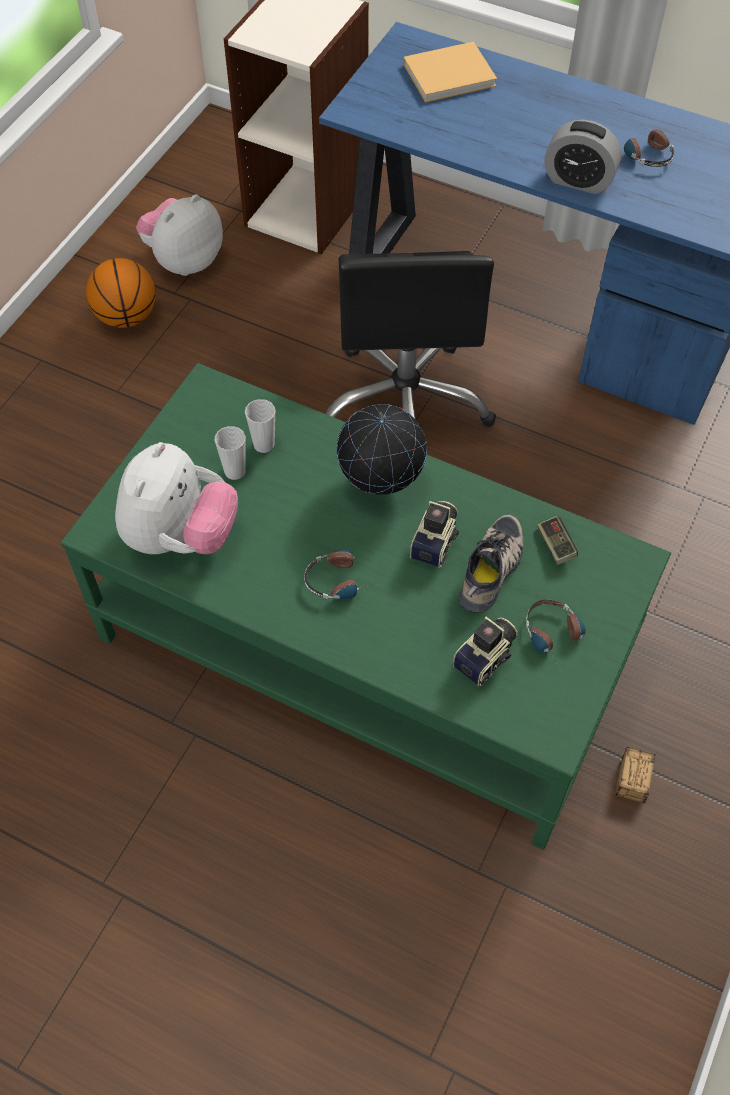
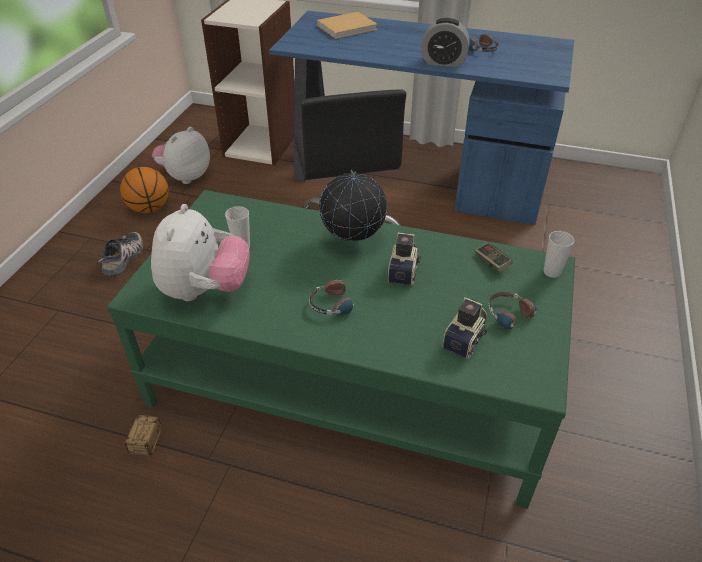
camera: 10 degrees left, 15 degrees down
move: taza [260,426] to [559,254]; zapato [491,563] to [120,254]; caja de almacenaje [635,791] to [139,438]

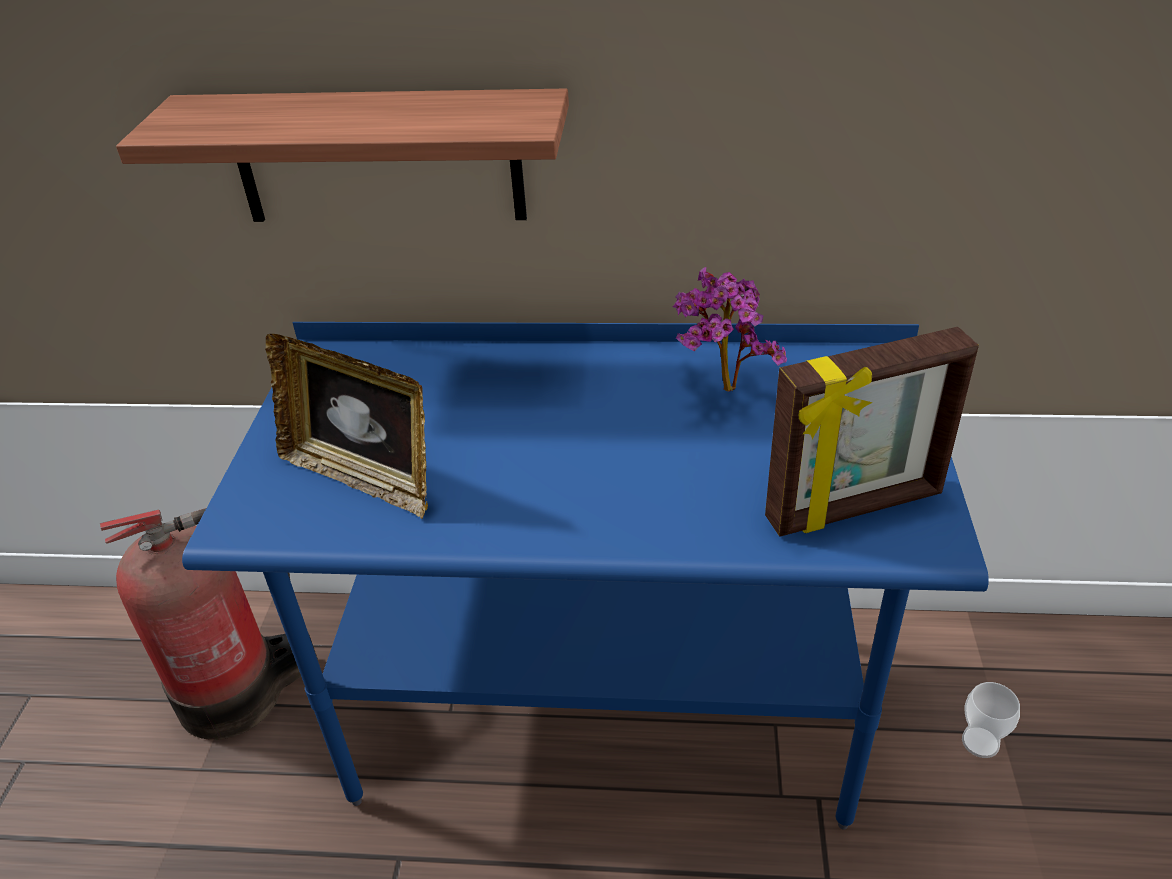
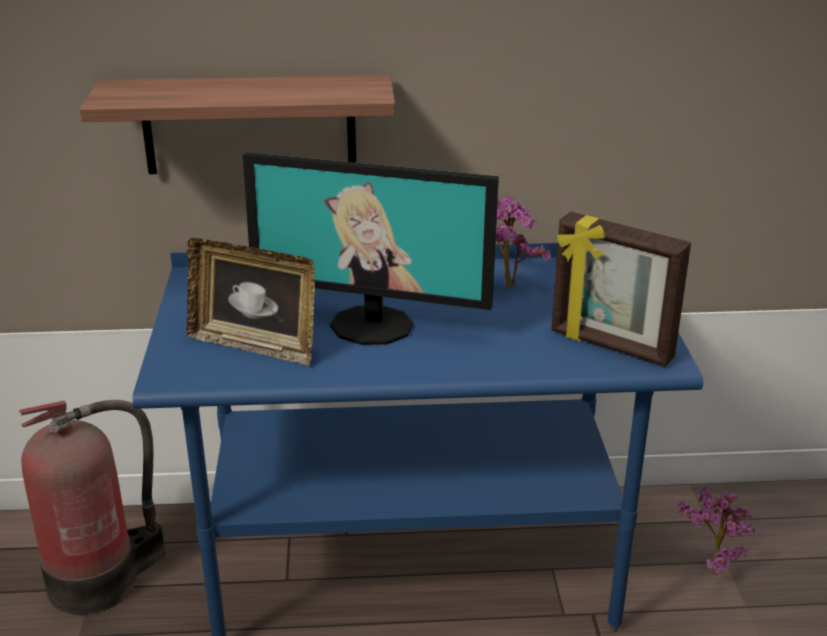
camera: 10 degrees left, 10 degrees down
insert: monitor [371,248]
replace: taza [991,720] to planta en maceta [716,531]
rotate: portarretratos [872,432] = [621,289] 60 degrees clockwise

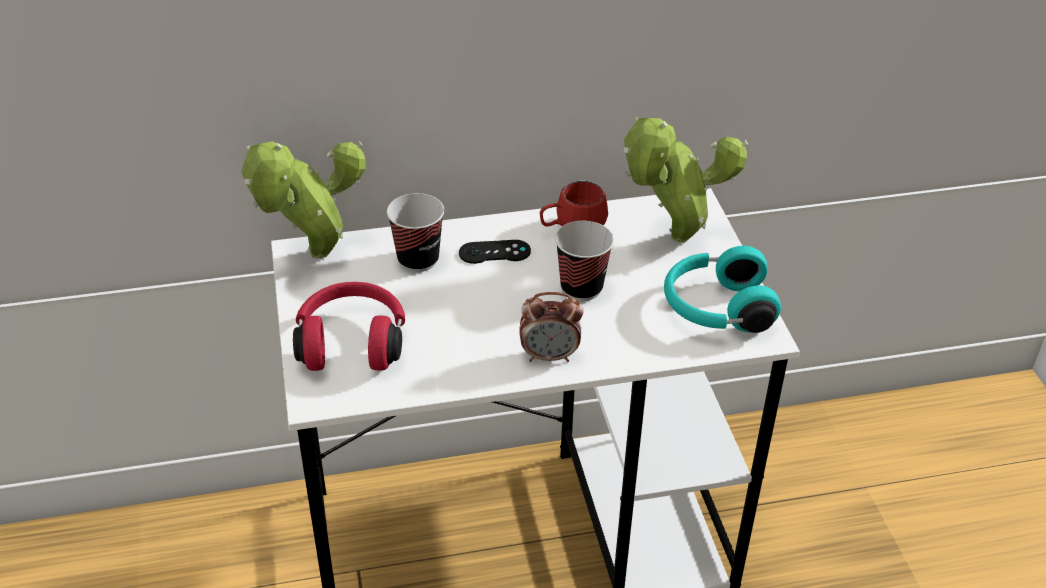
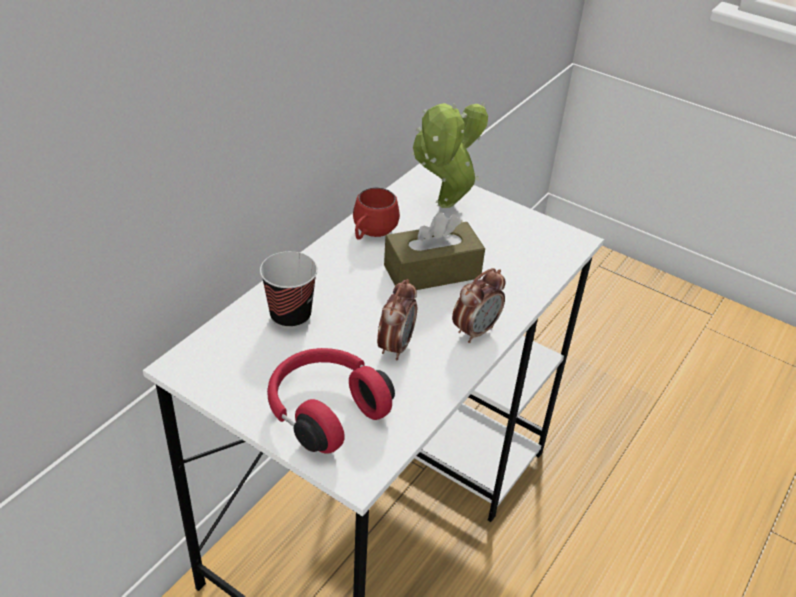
camera: 45 degrees left, 0 degrees up
delete: planta en maceta [303,200]; mando de consola/negro [495,252]; auriculares/turquesa [722,289]
insert: despertador [397,319]
replace: taza [584,261] to caja de pañuelos/marrón [434,251]

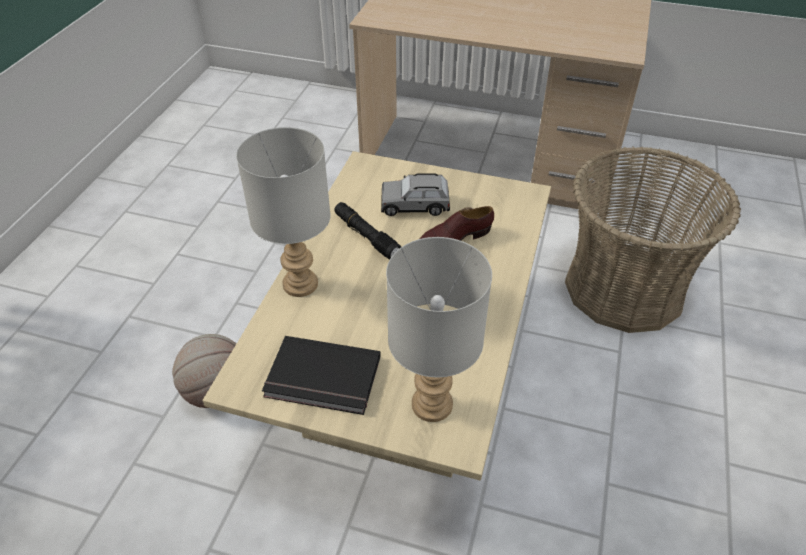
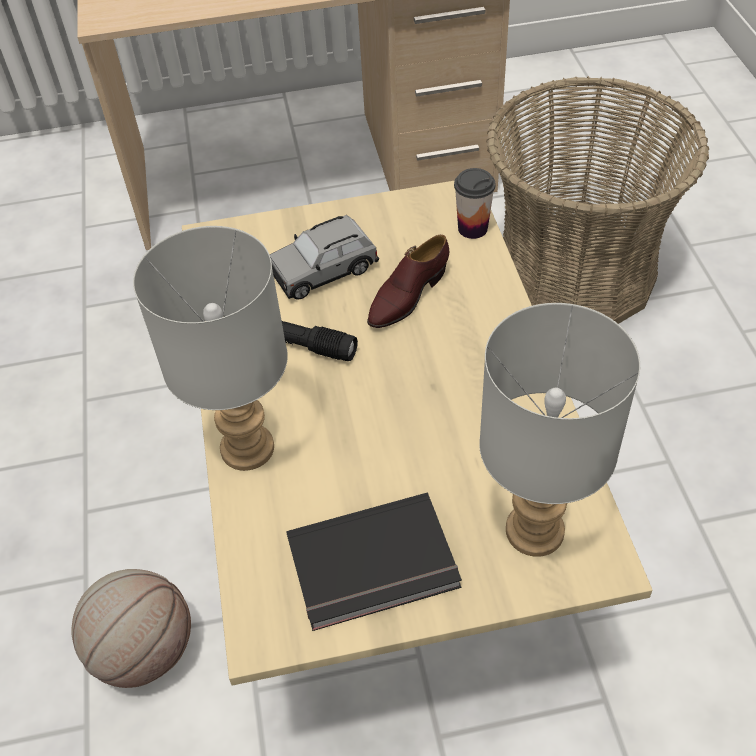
camera: 25 degrees left, 5 degrees up
insert: taza [474,203]

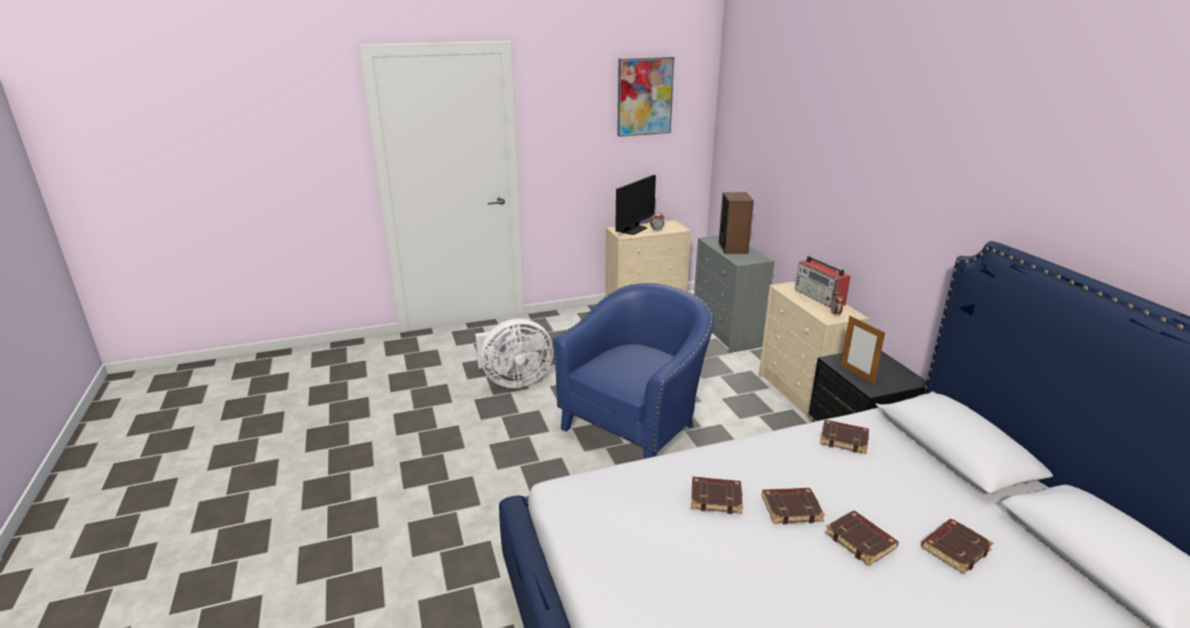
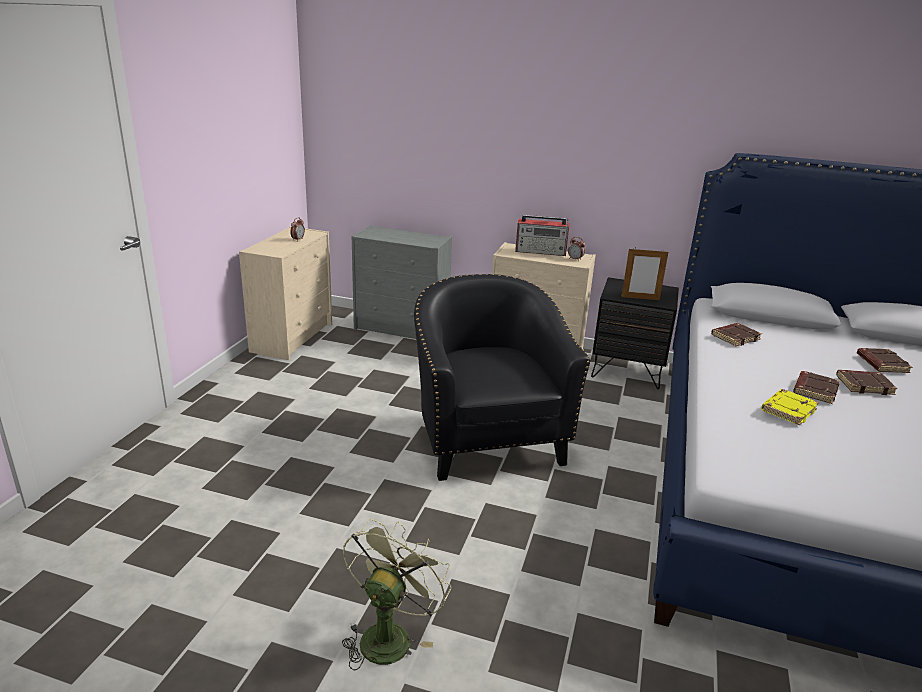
camera: 55 degrees left, 0 degrees up
delete: ventilador/blanco [514,353]; monitor [635,205]; cuadro [645,97]; altavoz [736,223]
insert: ventilador/verde [396,595]
recolor: sillón/azul [633,371] to sillón/negro [502,377]; libro/marrón [717,495] to libro/amarillo [790,407]

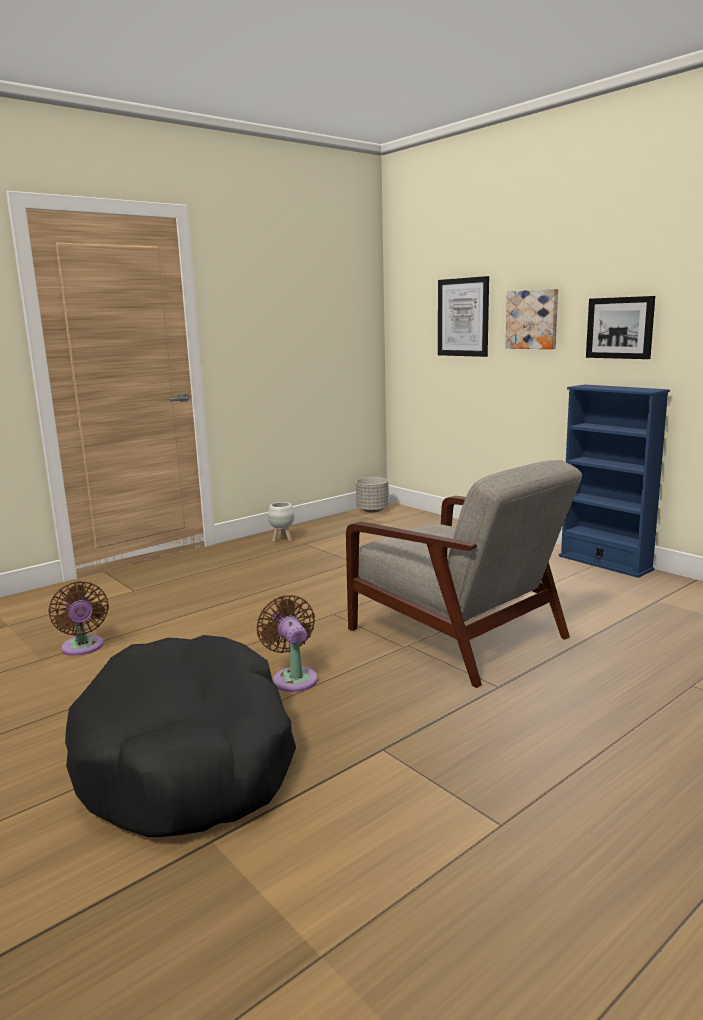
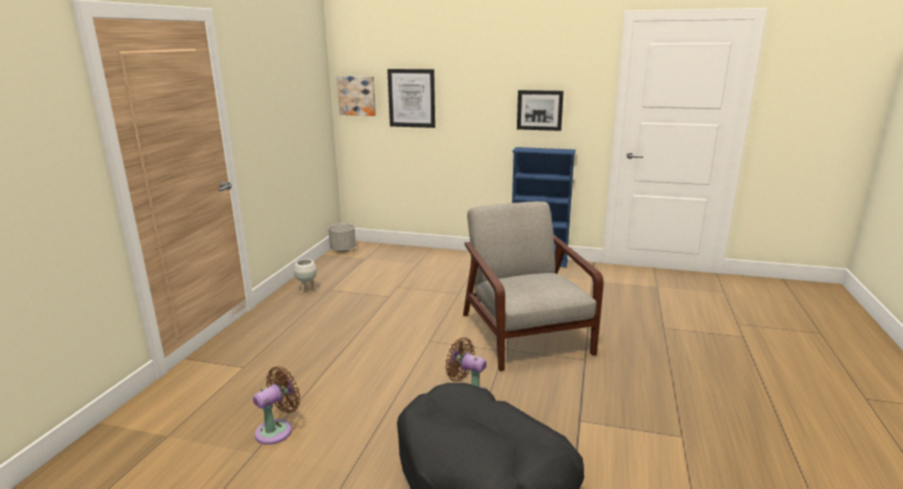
camera: 35 degrees left, 5 degrees up
move: cuadro [532,319] to [356,96]
rotate: ventilador/marrón [78,618] = [276,405] 75 degrees counterclockwise; sillón/gris [464,574] = [533,286] 120 degrees counterclockwise

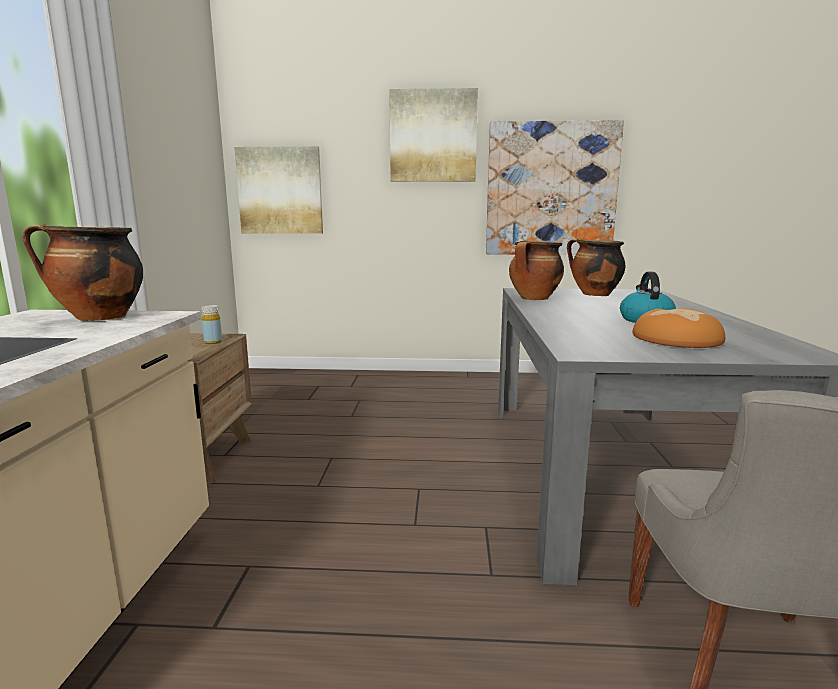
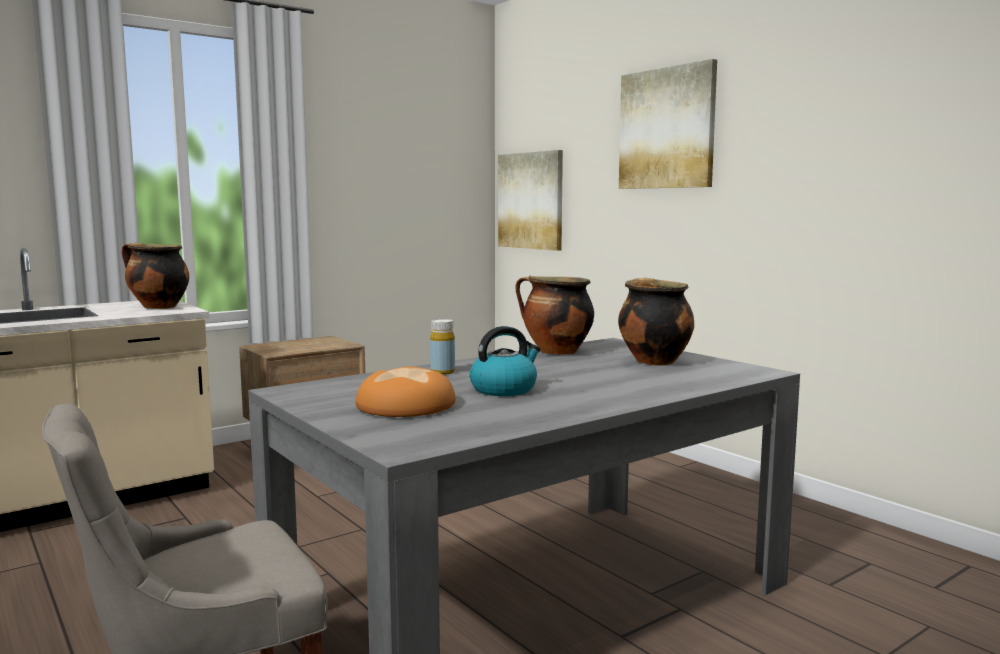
camera: 50 degrees right, 5 degrees down
delete: cuadro [555,187]
move: botella/amarillo [212,324] to [442,347]

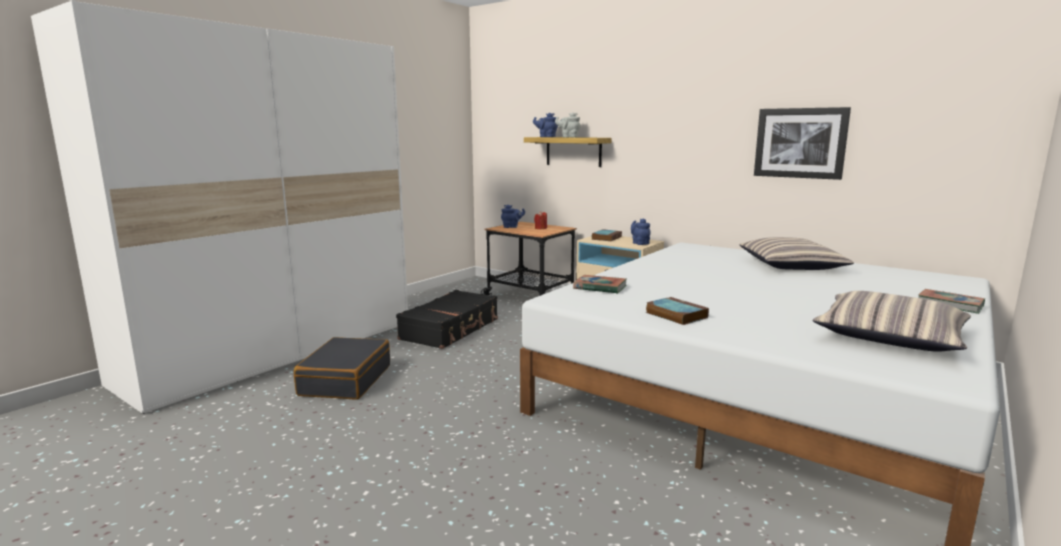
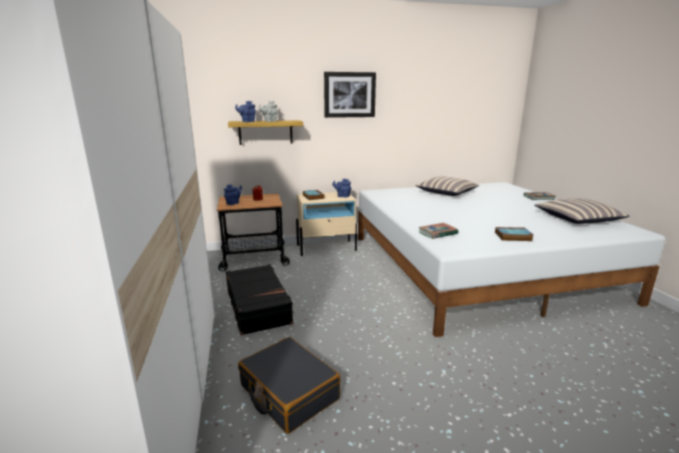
camera: 50 degrees left, 5 degrees up
move: cuadro [802,143] to [350,95]

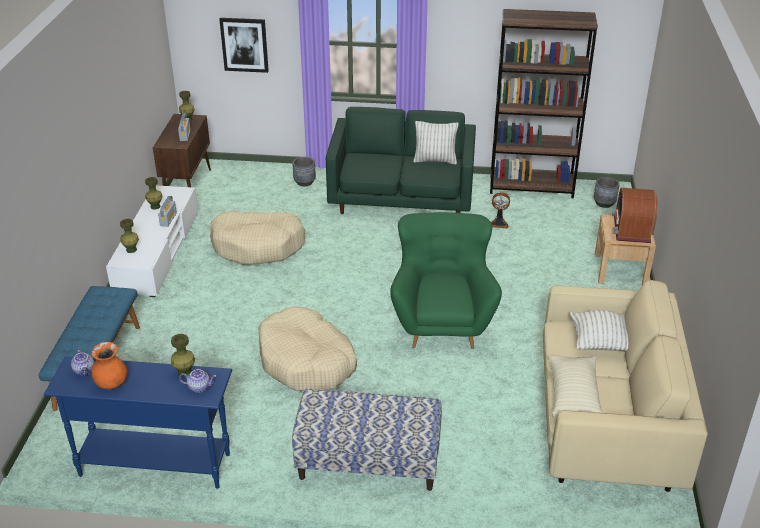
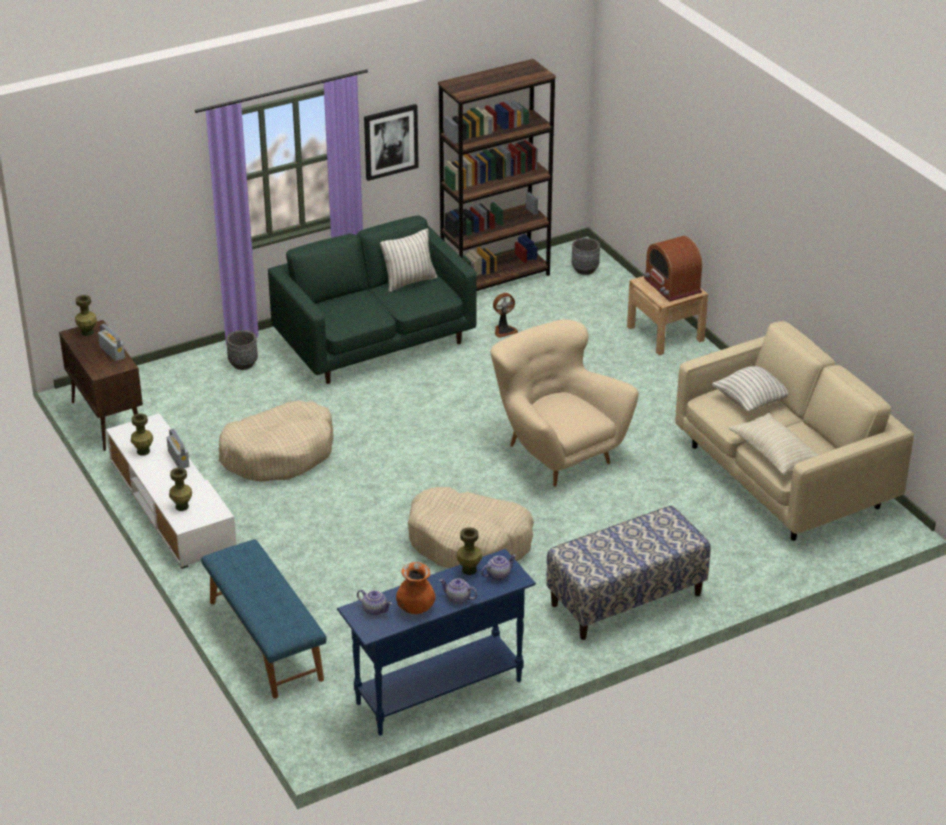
camera: 35 degrees left, 0 degrees up
insert: tetera [459,591]
move: cuadro [244,45] to [391,142]
recolor: sillón/verde [446,280] to sillón/beis [564,402]

